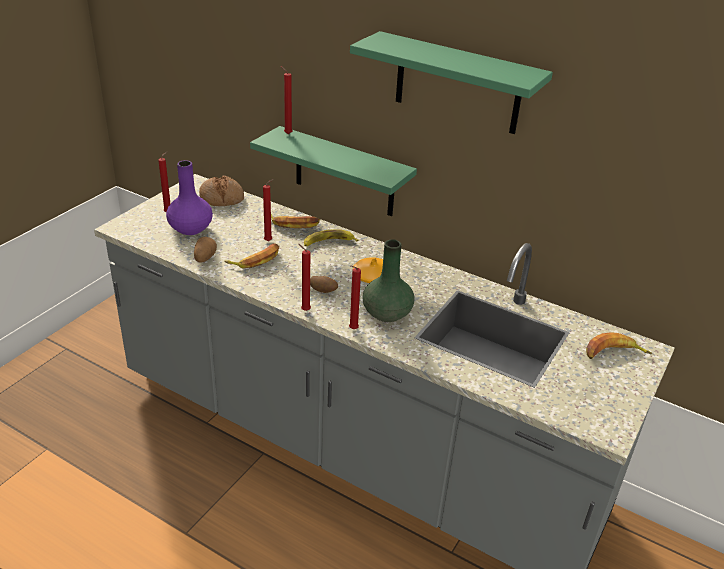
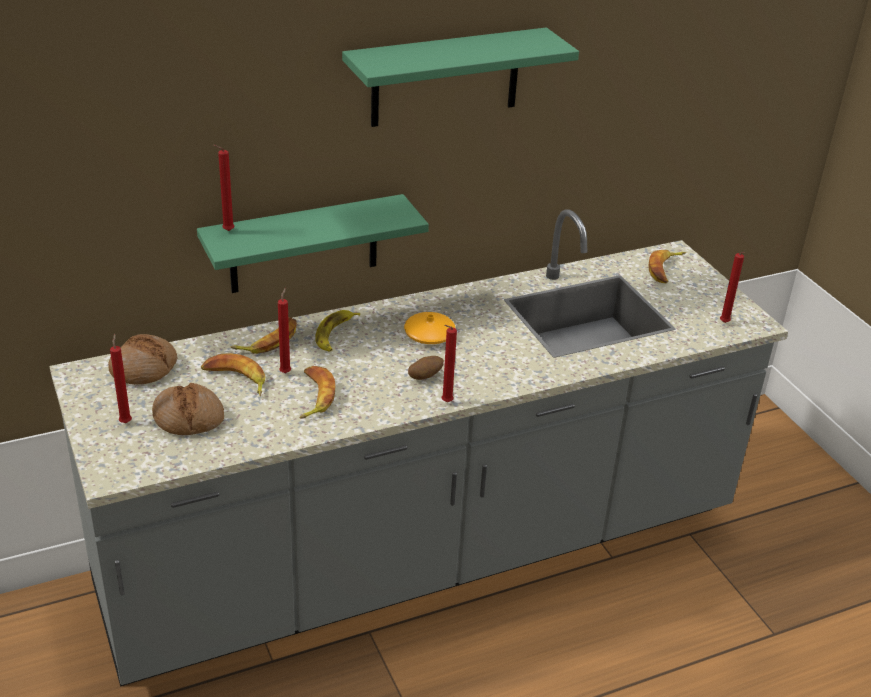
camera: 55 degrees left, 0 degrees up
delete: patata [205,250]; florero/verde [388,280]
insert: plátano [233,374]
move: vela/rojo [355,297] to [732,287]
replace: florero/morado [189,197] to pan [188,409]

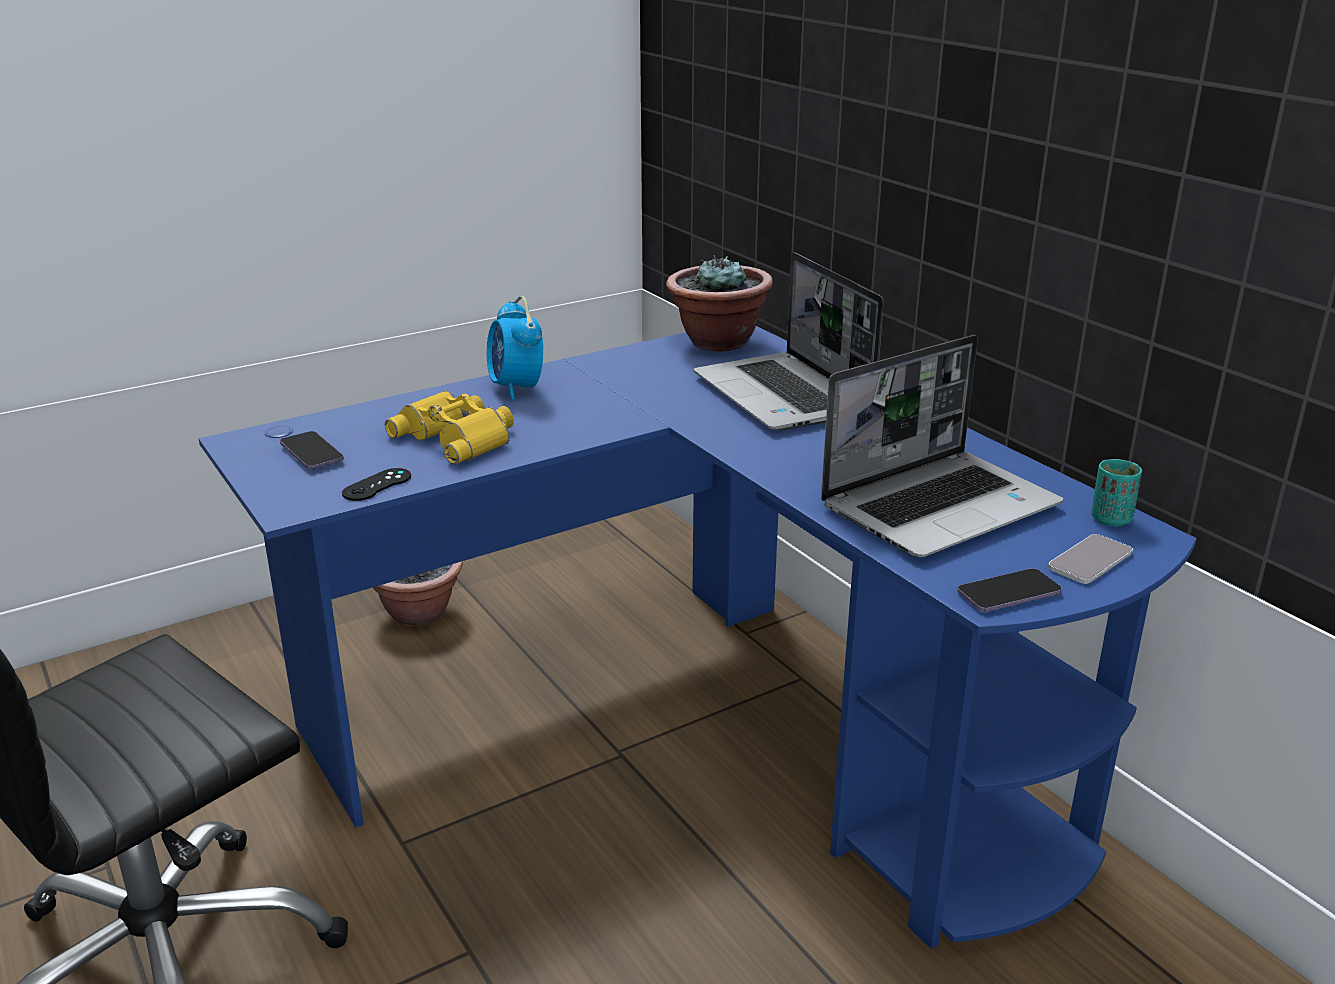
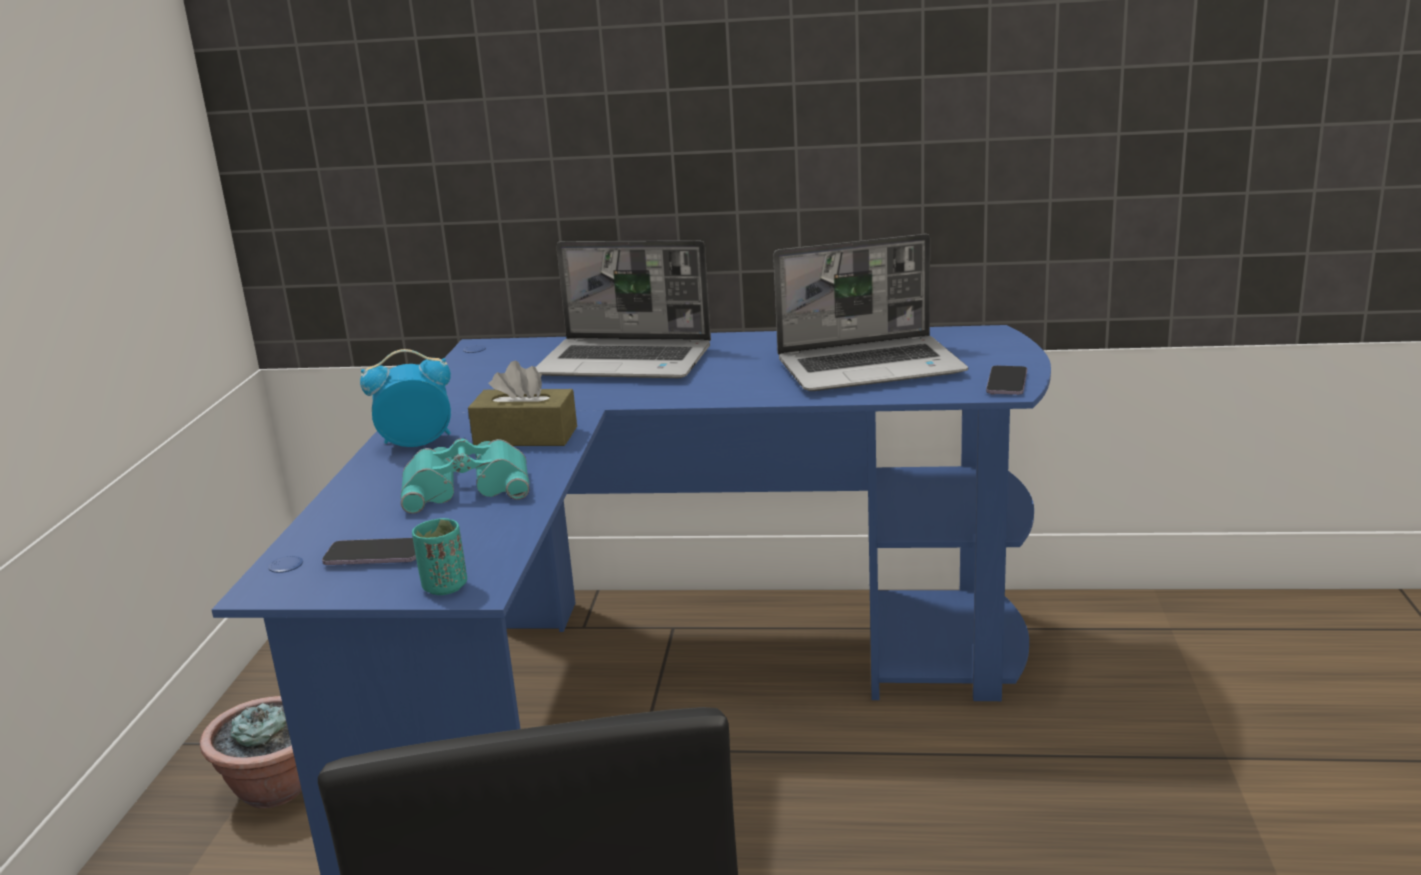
camera: 50 degrees left, 5 degrees down
delete: mando de consola/negro [376,484]; planta en maceta [719,303]; móvil [1090,559]
insert: caja de pañuelos/marrón [522,403]
move: taza/turquesa [1116,493] to [439,556]
recolor: prismáticos/amarillo [449,427] to prismáticos/turquesa [465,476]
rotate: despertador [515,348] = [405,398] 150 degrees clockwise; portátil [942,446] = [870,312] 75 degrees clockwise

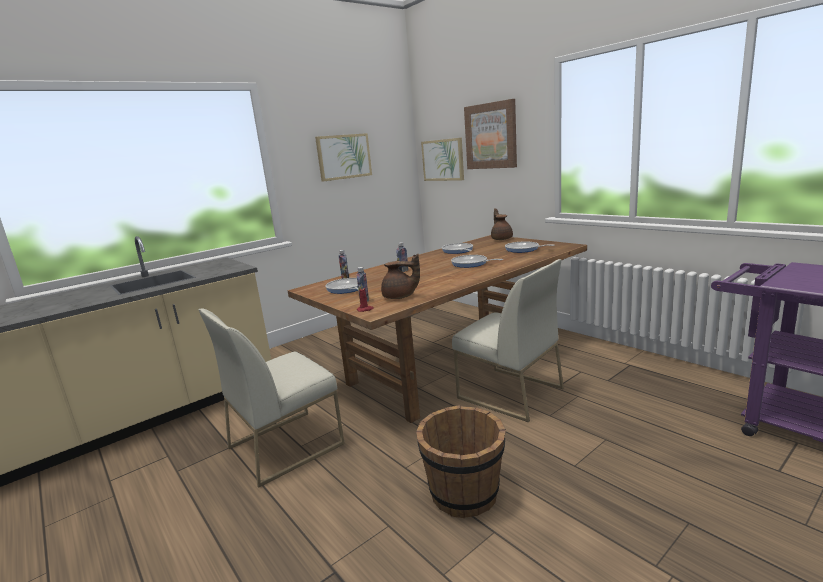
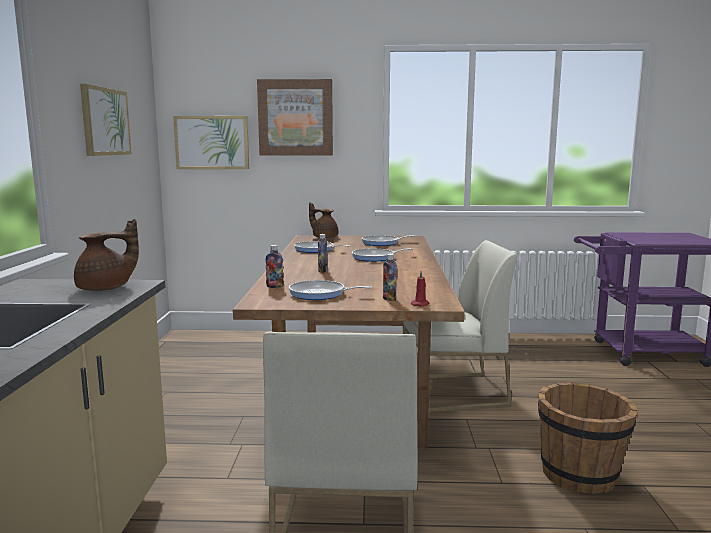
camera: 50 degrees left, 5 degrees down
move: tetera/marrón [400,276] to [106,255]

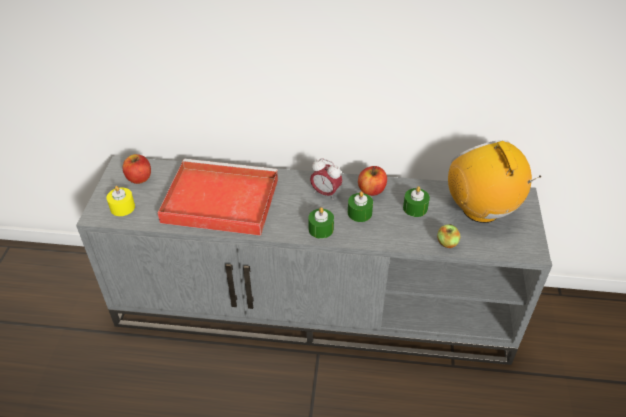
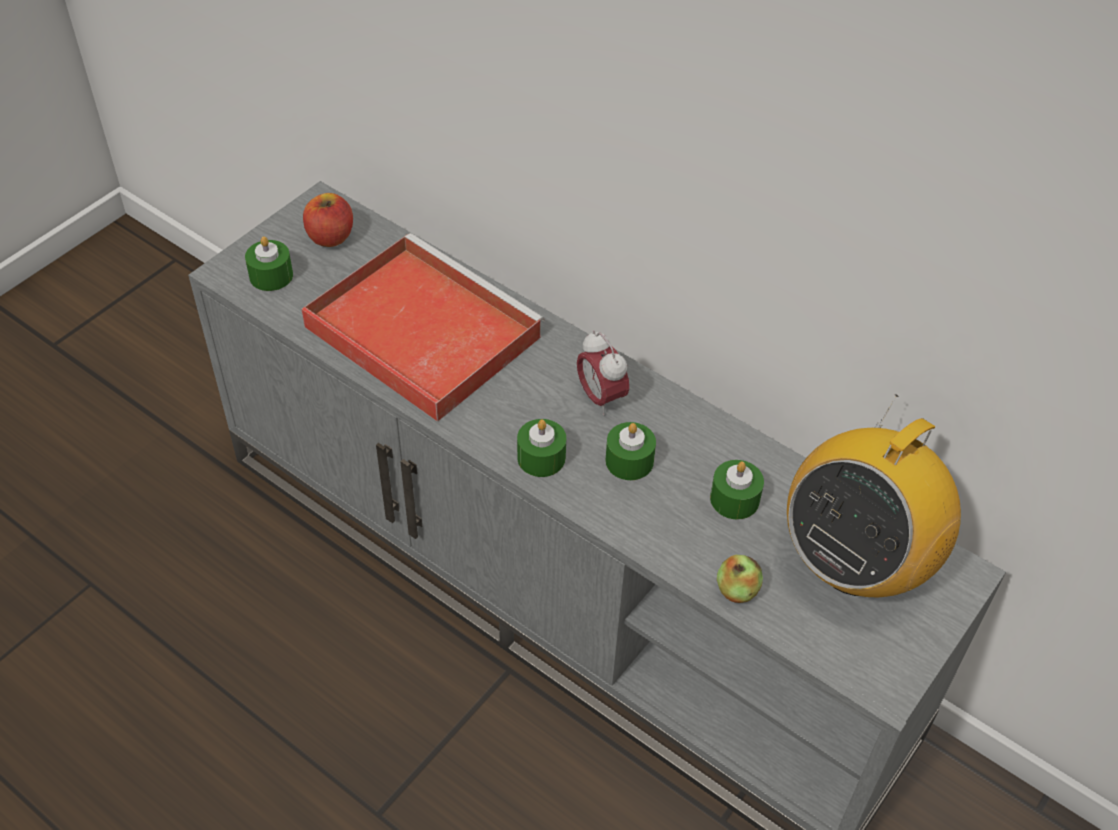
camera: 30 degrees right, 5 degrees up
delete: manzana [372,181]
recolor: vela/amarillo [121,201] to vela/verde [269,263]
rotate: radio [494,181] = [874,495] 150 degrees counterclockwise

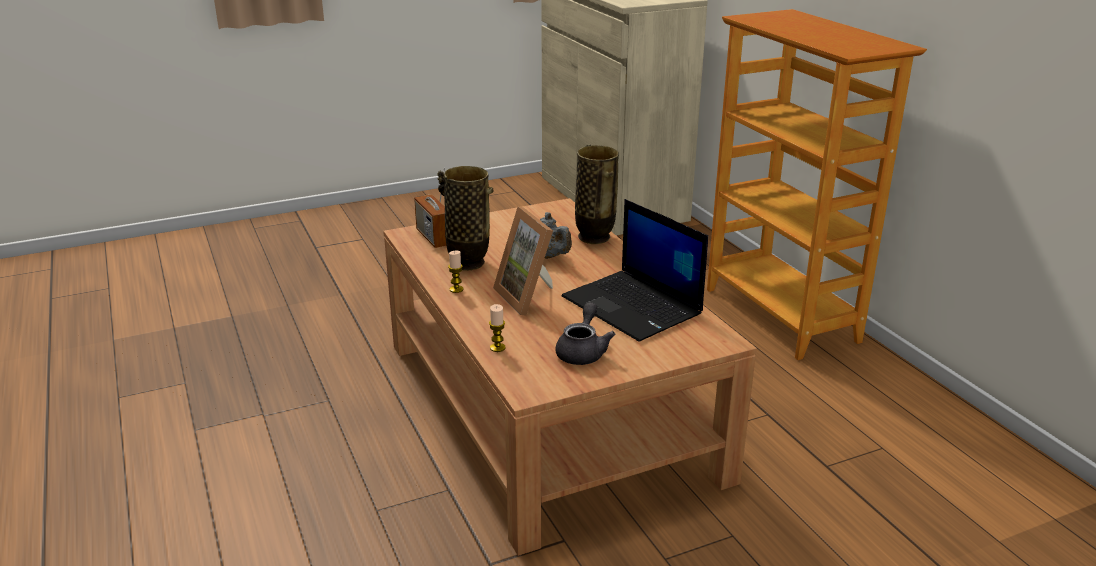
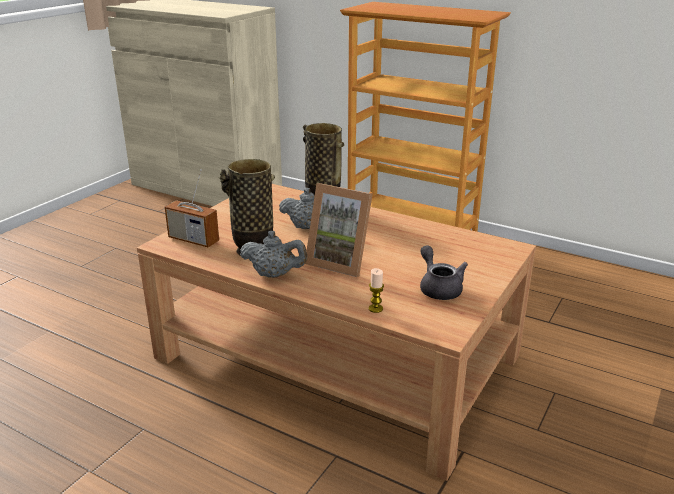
camera: 35 degrees left, 0 degrees up
delete: portátil [635,270]
replace: vela [456,272] to tetera/gris [273,254]

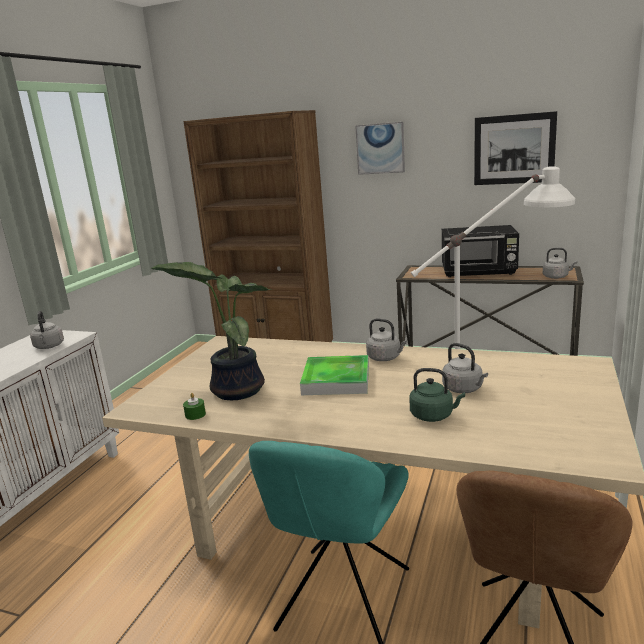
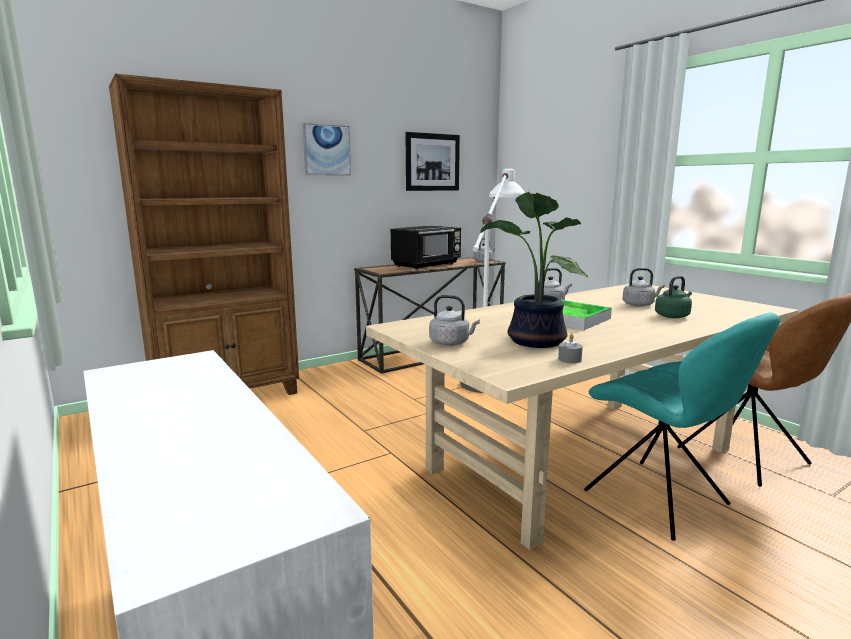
camera: 55 degrees left, 5 degrees down
move: hervidor/gris [47,330] to [454,320]
recolor: vela/verde [194,406] to vela/gris [570,348]

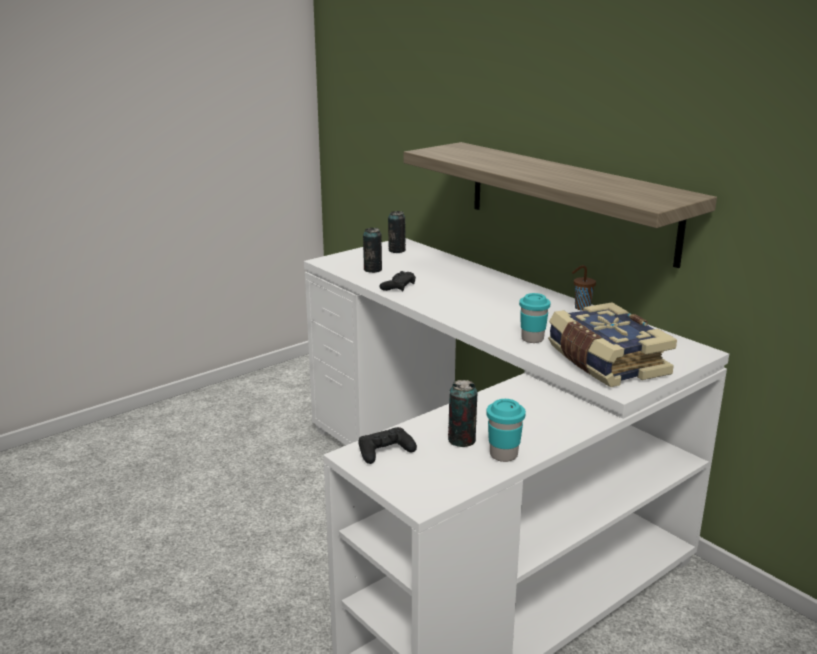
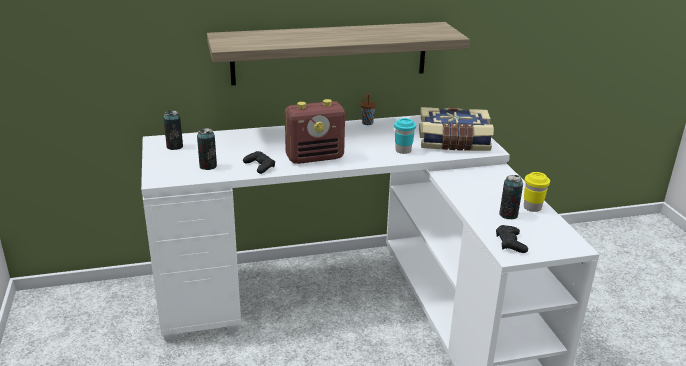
camera: 65 degrees left, 5 degrees up
insert: radio [315,131]
recolor: taza/turquesa [506,430] to taza/amarillo [537,192]

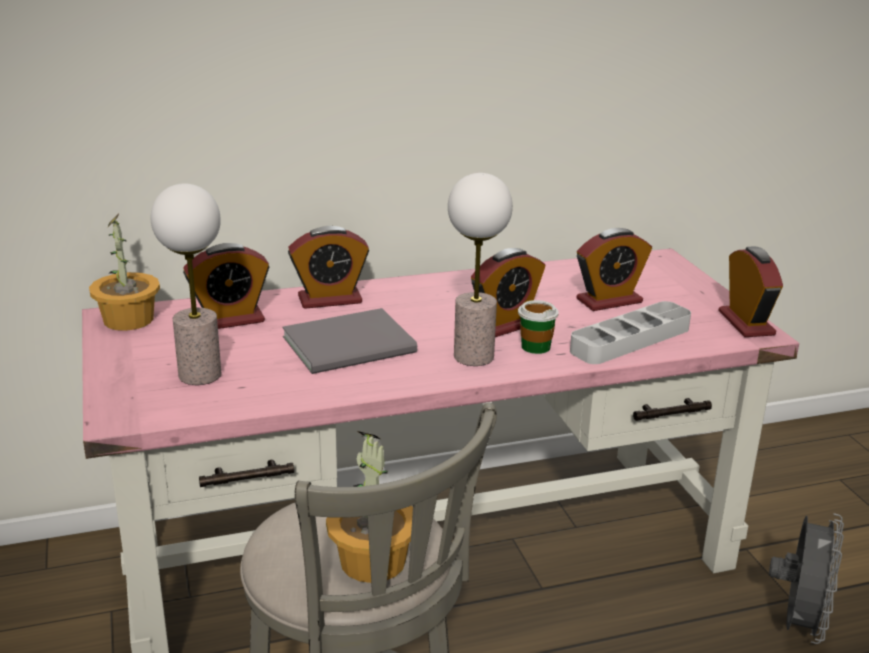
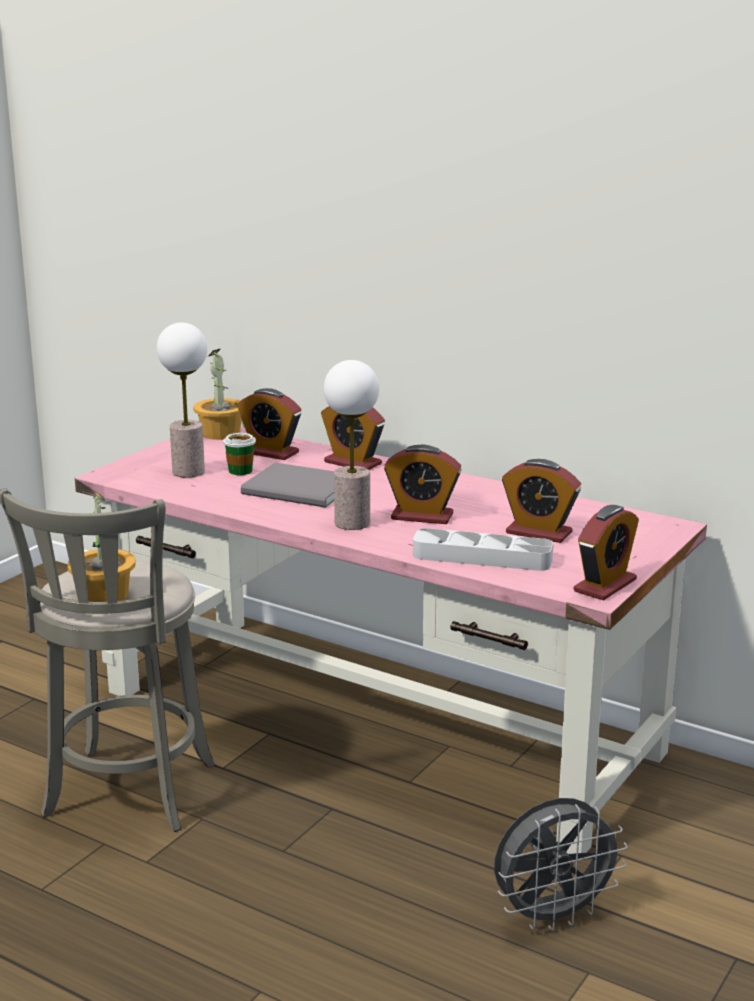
camera: 50 degrees right, 5 degrees down
move: taza [538,327] to [239,454]

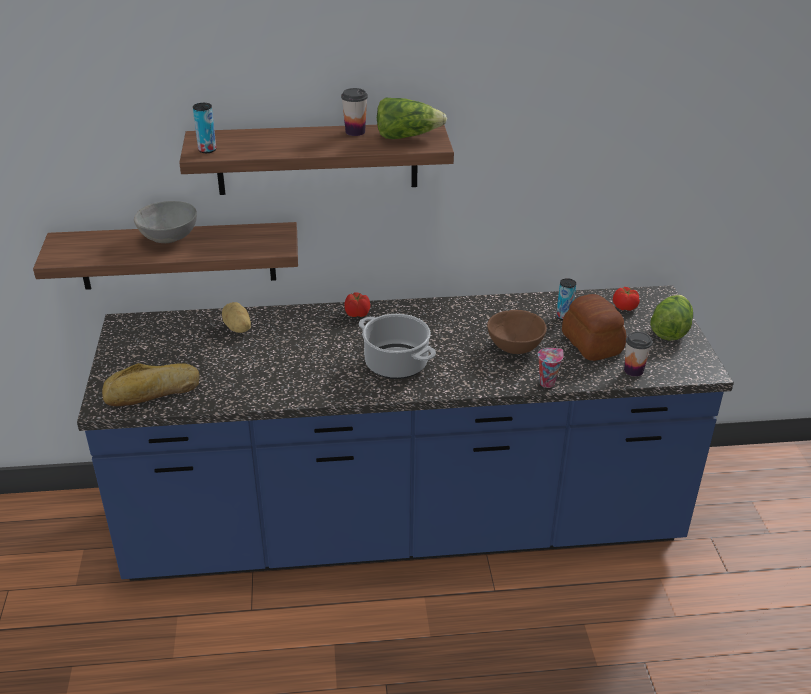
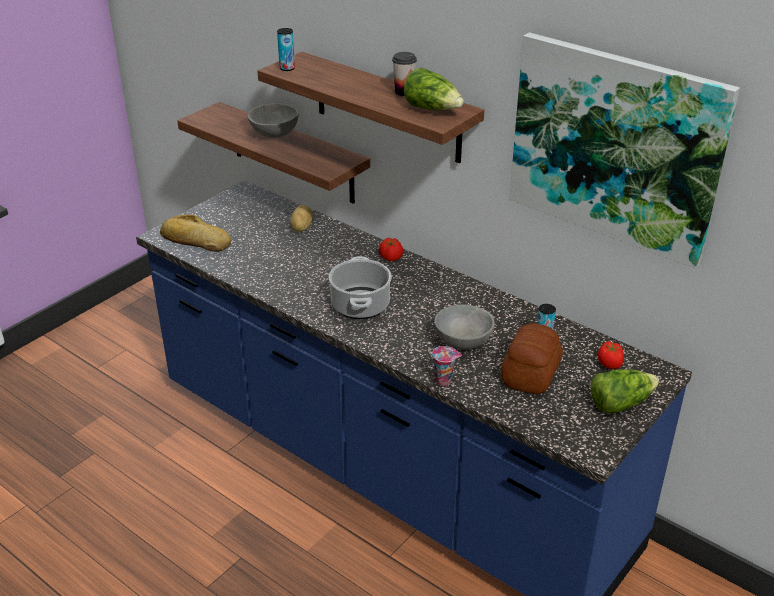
camera: 45 degrees right, 0 degrees up
delete: taza [638,353]
insert: cuadro [624,150]
recolor: cuenco/marrón [517,332] to cuenco/gris [465,327]

